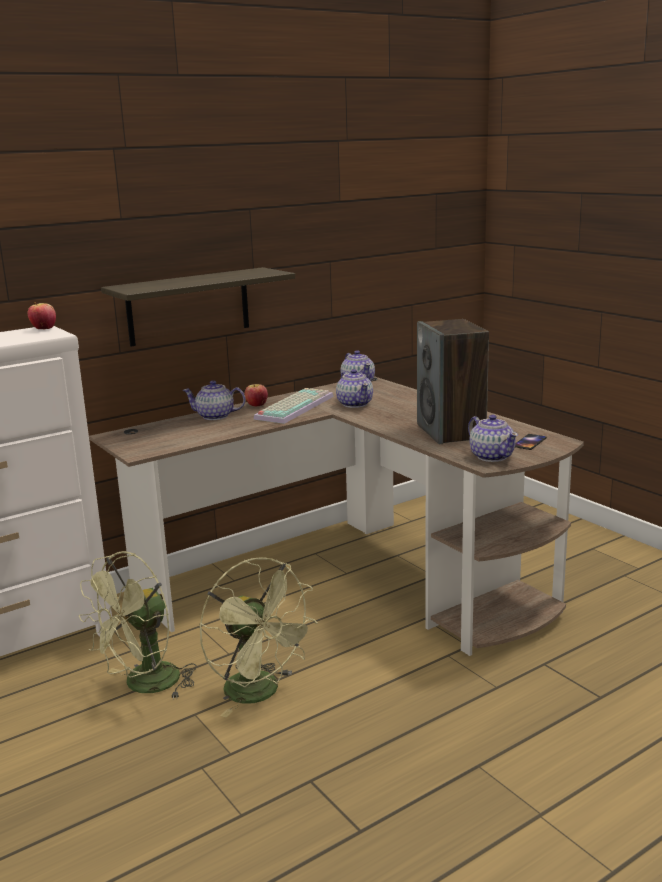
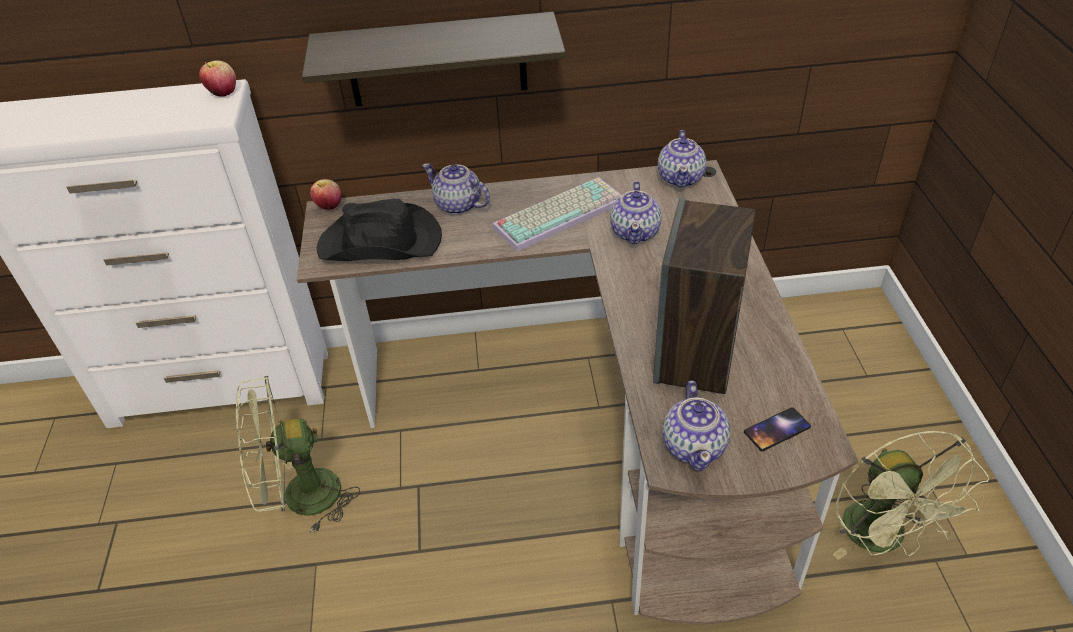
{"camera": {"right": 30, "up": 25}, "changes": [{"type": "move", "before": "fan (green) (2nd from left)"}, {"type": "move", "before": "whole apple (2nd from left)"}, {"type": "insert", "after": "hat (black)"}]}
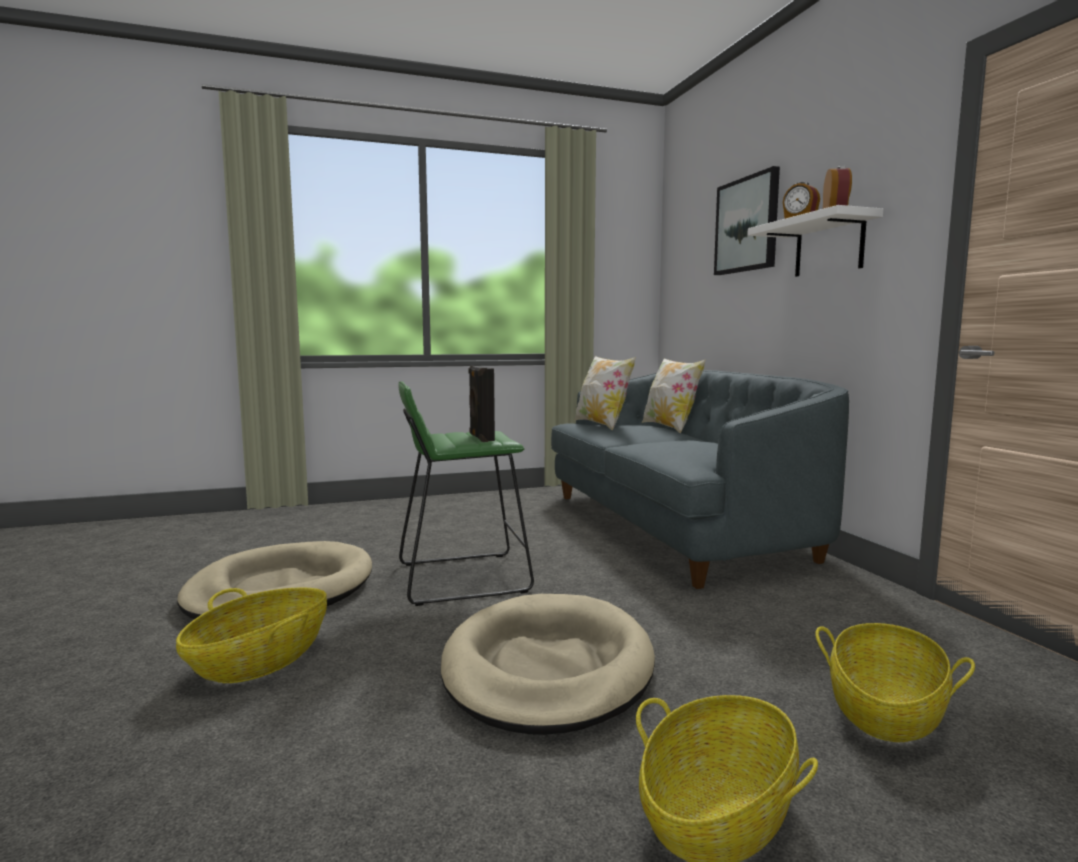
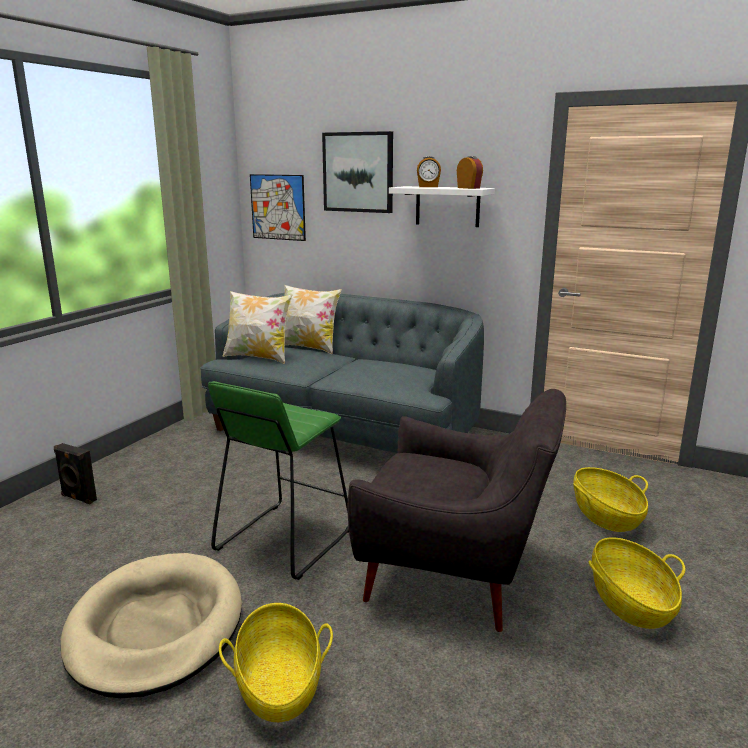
{"camera": {"right": -45, "up": 10}, "changes": [{"type": "replace", "before": "dog bed (sand-coloured) (2nd from left)", "after": "armchair (grey)"}, {"type": "move", "before": "audio speaker (black)"}, {"type": "insert", "after": "wall art (1st from left)"}]}
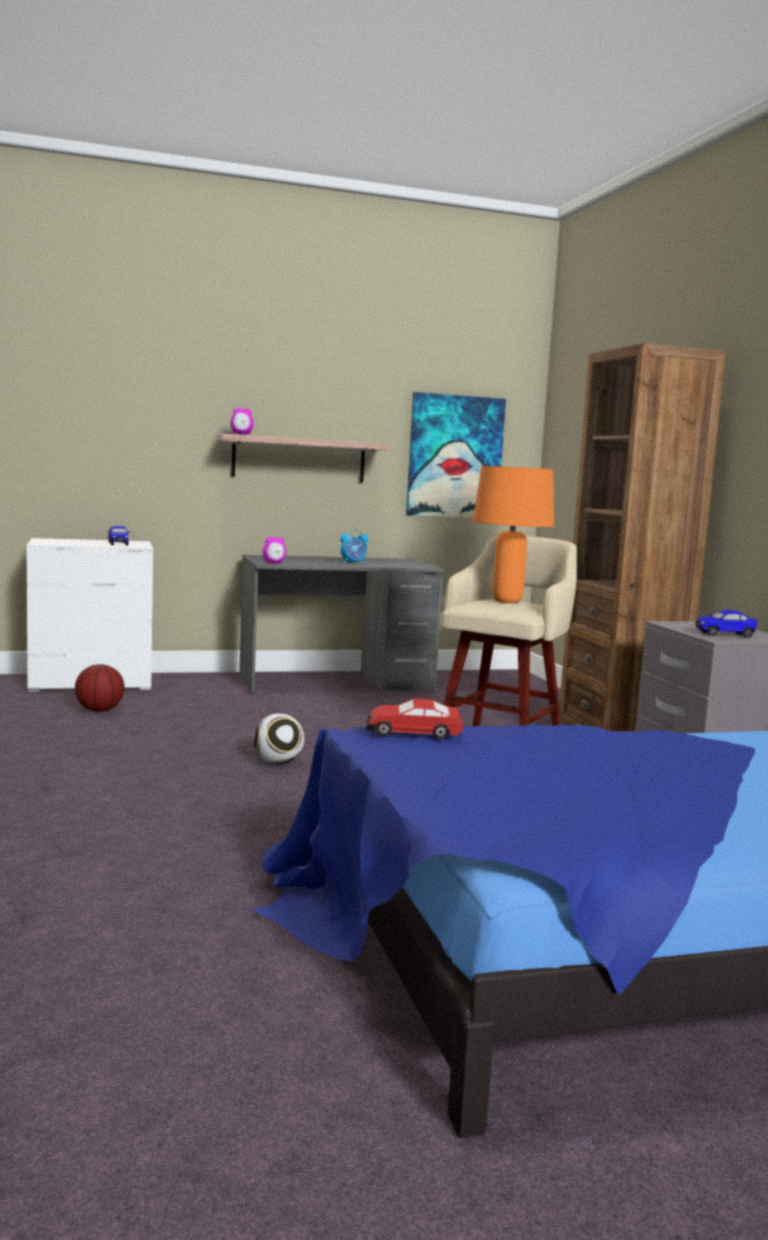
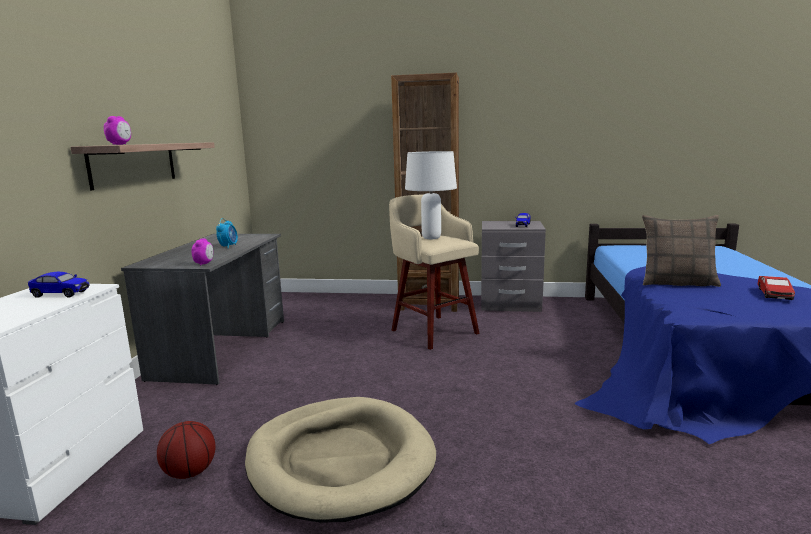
{"camera": {"right": -65, "up": 5}, "changes": [{"type": "delete", "before": "football"}, {"type": "move", "before": "model car (2nd from left in the first image)", "after": "model car (3rd from left)"}, {"type": "delete", "before": "wall art"}, {"type": "recolor", "before": "tabletop lamp (orange-coloured)", "after": "tabletop lamp (white-coloured)"}, {"type": "insert", "after": "dog bed (sand-coloured)"}, {"type": "insert", "after": "throw pillow"}]}
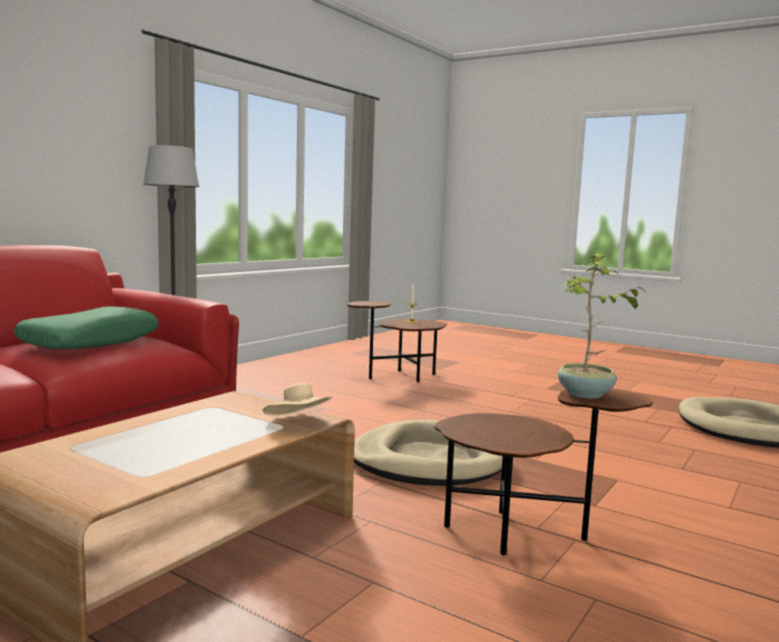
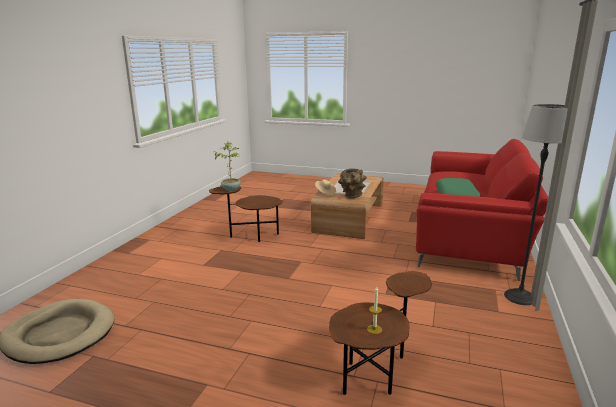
{"camera": {"right": 165, "up": 10}, "changes": [{"type": "delete", "before": "dog bed (sand-coloured) (1st from left)"}, {"type": "insert", "after": "decorative vase (brown-coloured)"}]}
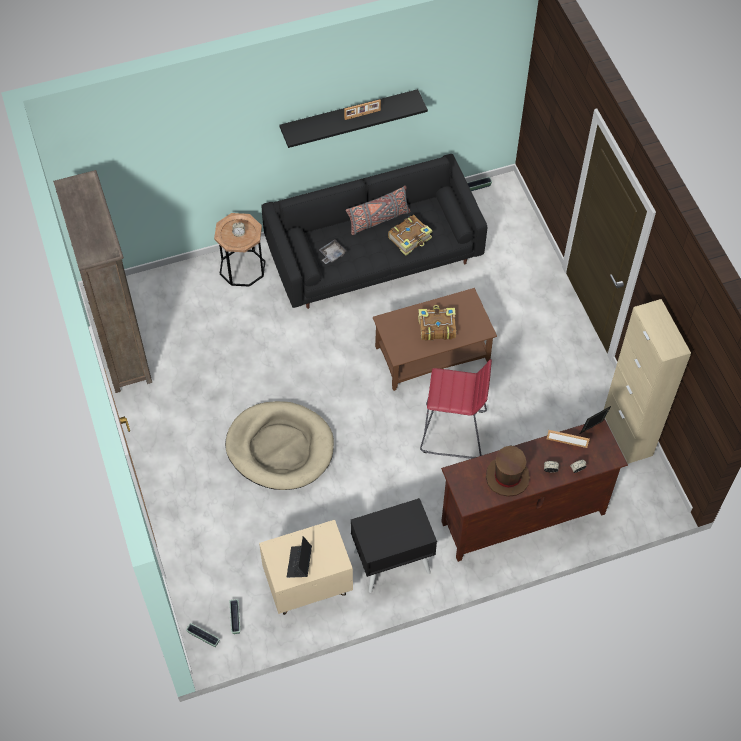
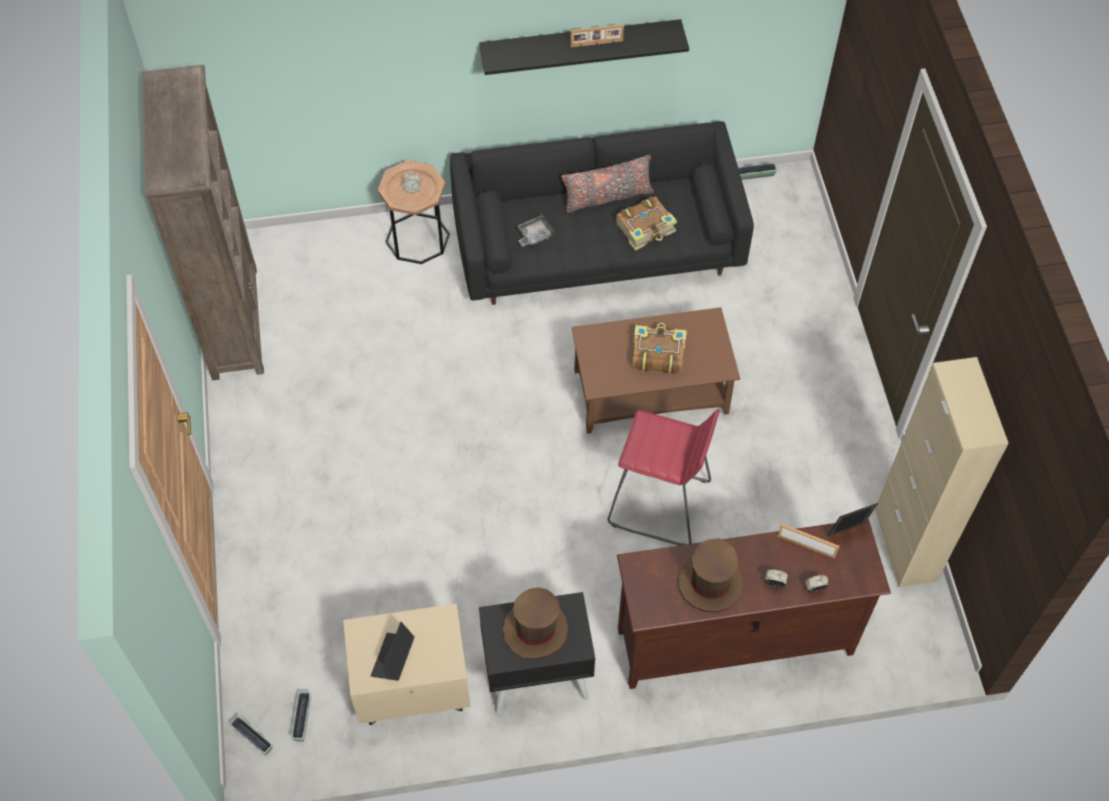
{"camera": {"right": 10, "up": 0}, "changes": [{"type": "delete", "before": "dog bed (sand-coloured)"}, {"type": "insert", "after": "hat (brown-coloured) (1st from left)"}]}
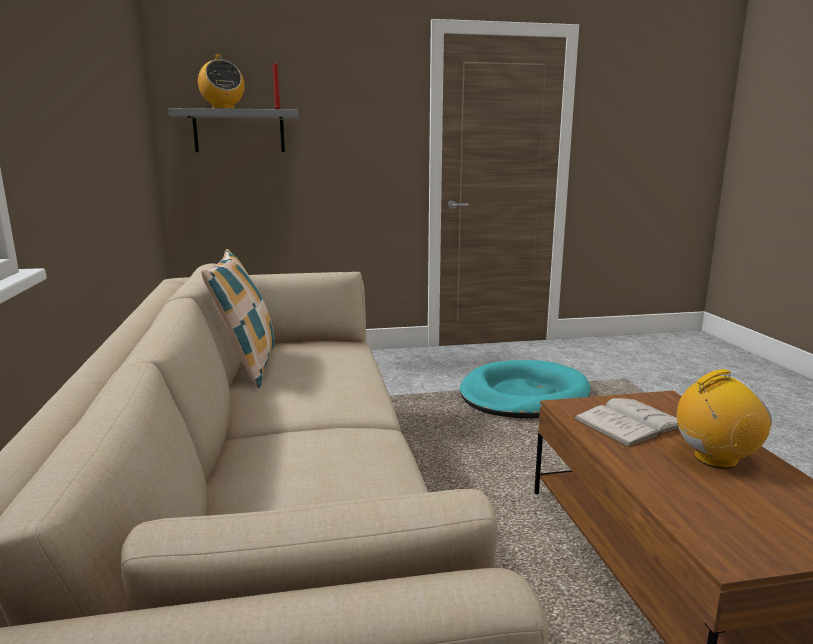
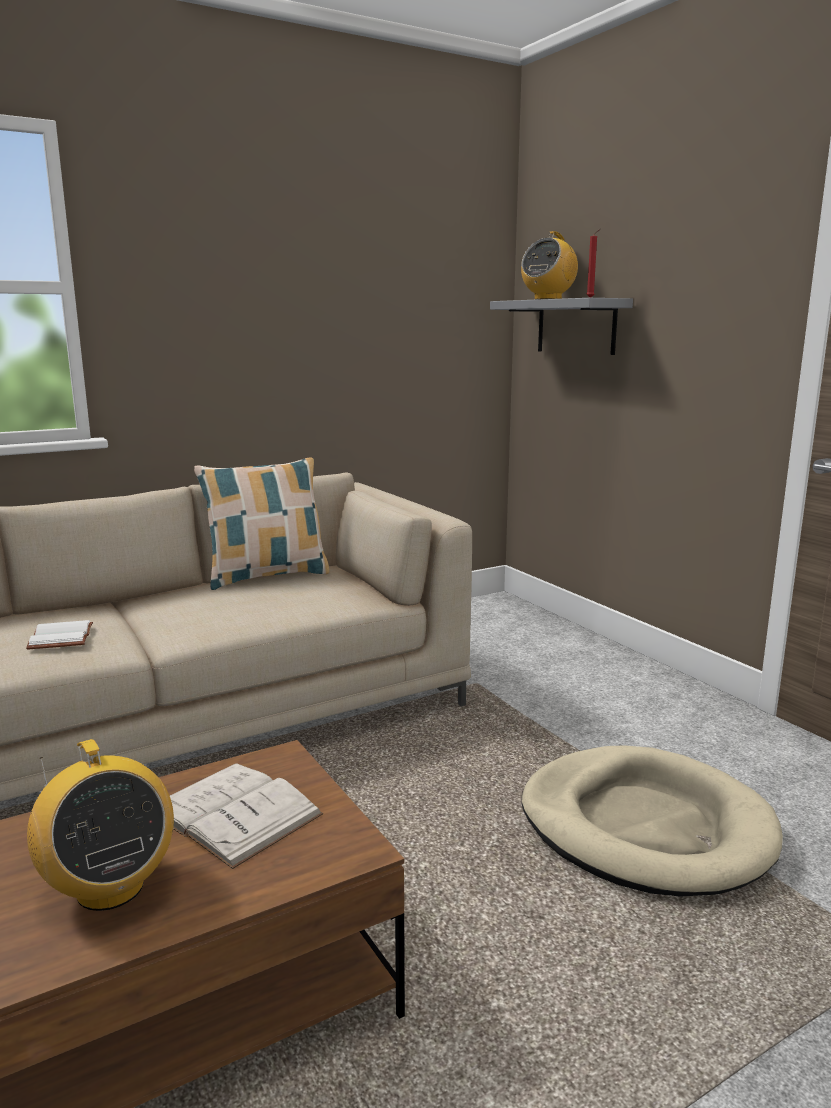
{"camera": {"right": 70, "up": 0}, "changes": [{"type": "recolor", "before": "dog bed (blue-green)", "after": "dog bed (sand-coloured)"}, {"type": "insert", "after": "book (white-coloured) (1st from left)"}]}
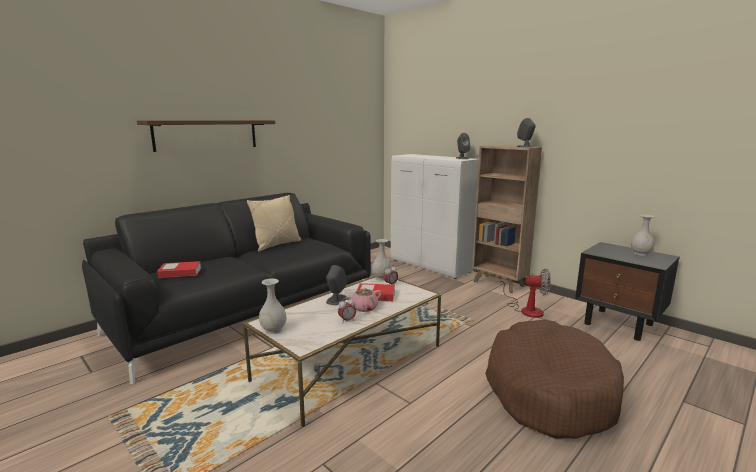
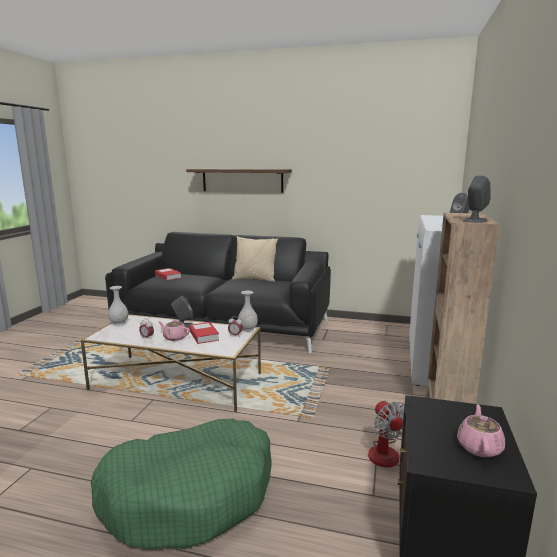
{"camera": {"right": 60, "up": 0}, "changes": [{"type": "recolor", "before": "dog bed (brown-coloured)", "after": "dog bed (green)"}, {"type": "replace", "before": "decorative vase (white-coloured) (3rd from left)", "after": "teapot (pink-coloured) (2nd from left)"}]}
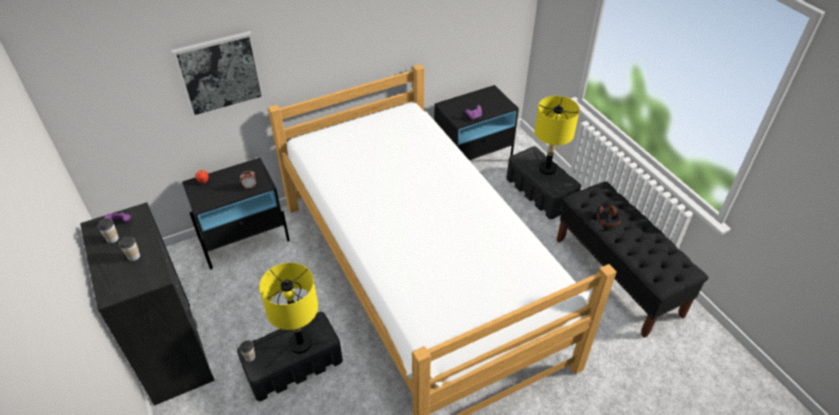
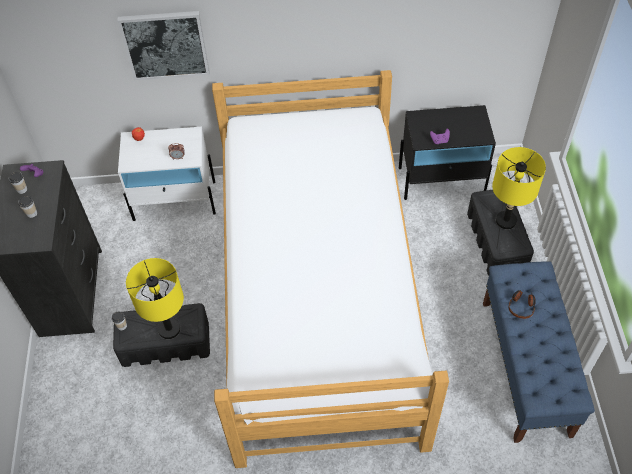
{"camera": {"right": 25, "up": 10}, "changes": [{"type": "recolor", "before": "night table (black) (1st from left)", "after": "night table (white-coloured)"}, {"type": "recolor", "before": "bench (black)", "after": "bench (blue-coloured)"}]}
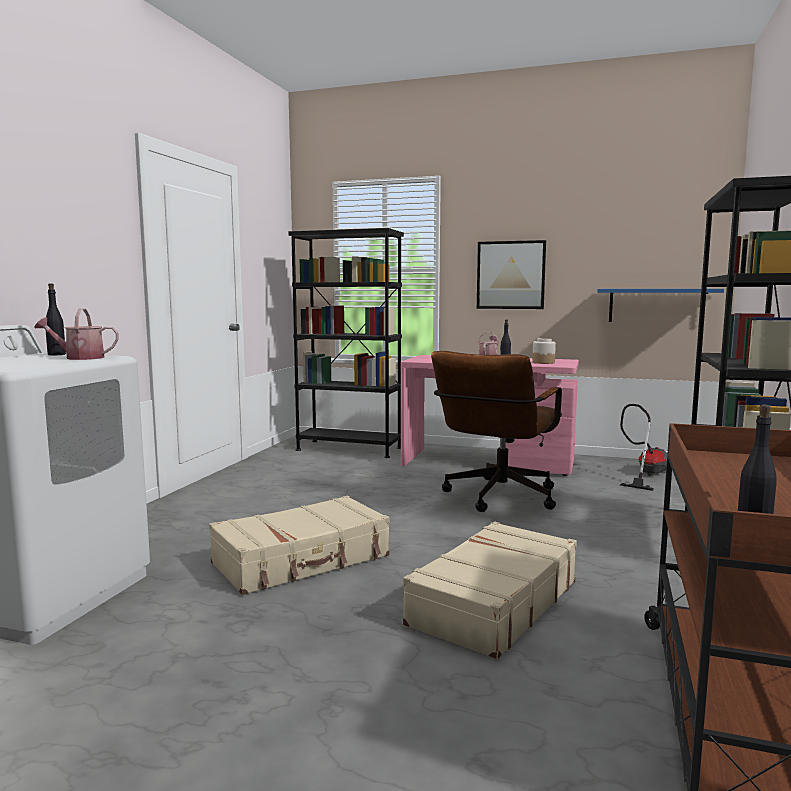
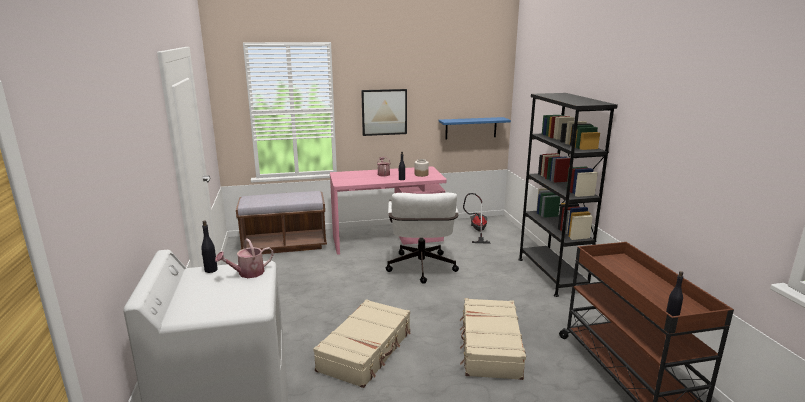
{"camera": {"right": -30, "up": 10}, "changes": [{"type": "replace", "before": "bookshelf (black) (1st from left)", "after": "bench (brown-coloured)"}, {"type": "recolor", "before": "computer chair (brown-coloured)", "after": "computer chair (white-coloured)"}]}
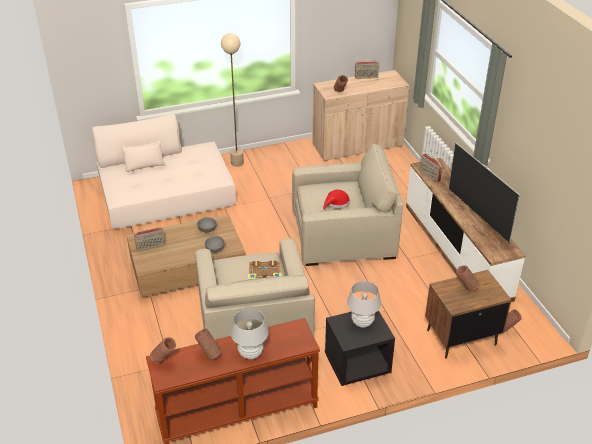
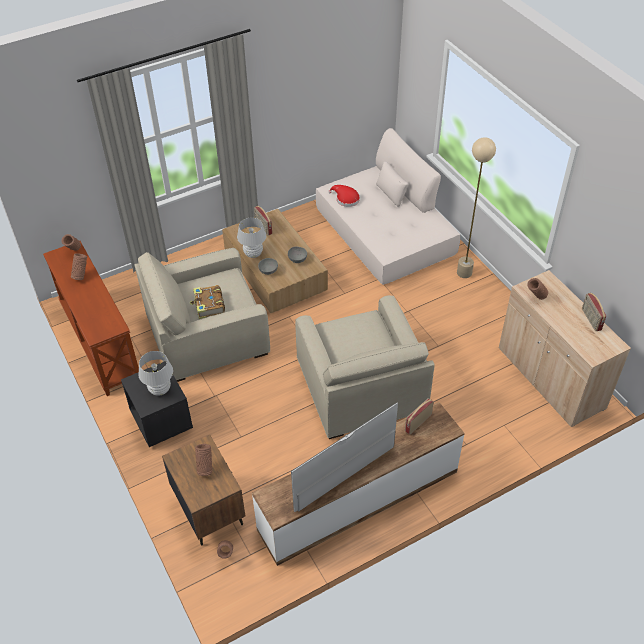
{"camera": {"right": 80, "up": 10}, "changes": [{"type": "move", "before": "tabletop lamp (white-coloured) (1st from left in the first image)", "after": "tabletop lamp (white-coloured) (2nd from left)"}, {"type": "move", "before": "hat (red)"}]}
